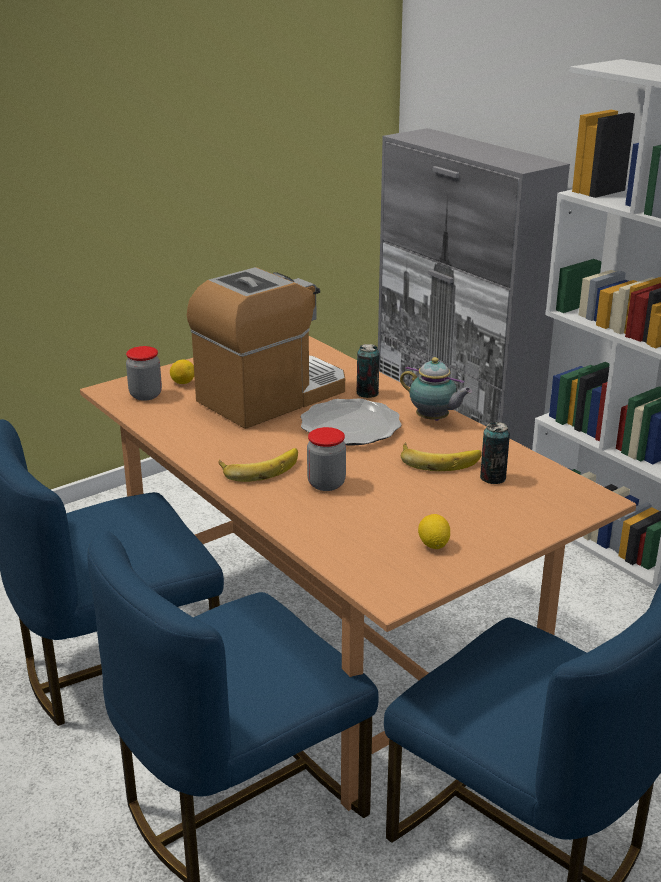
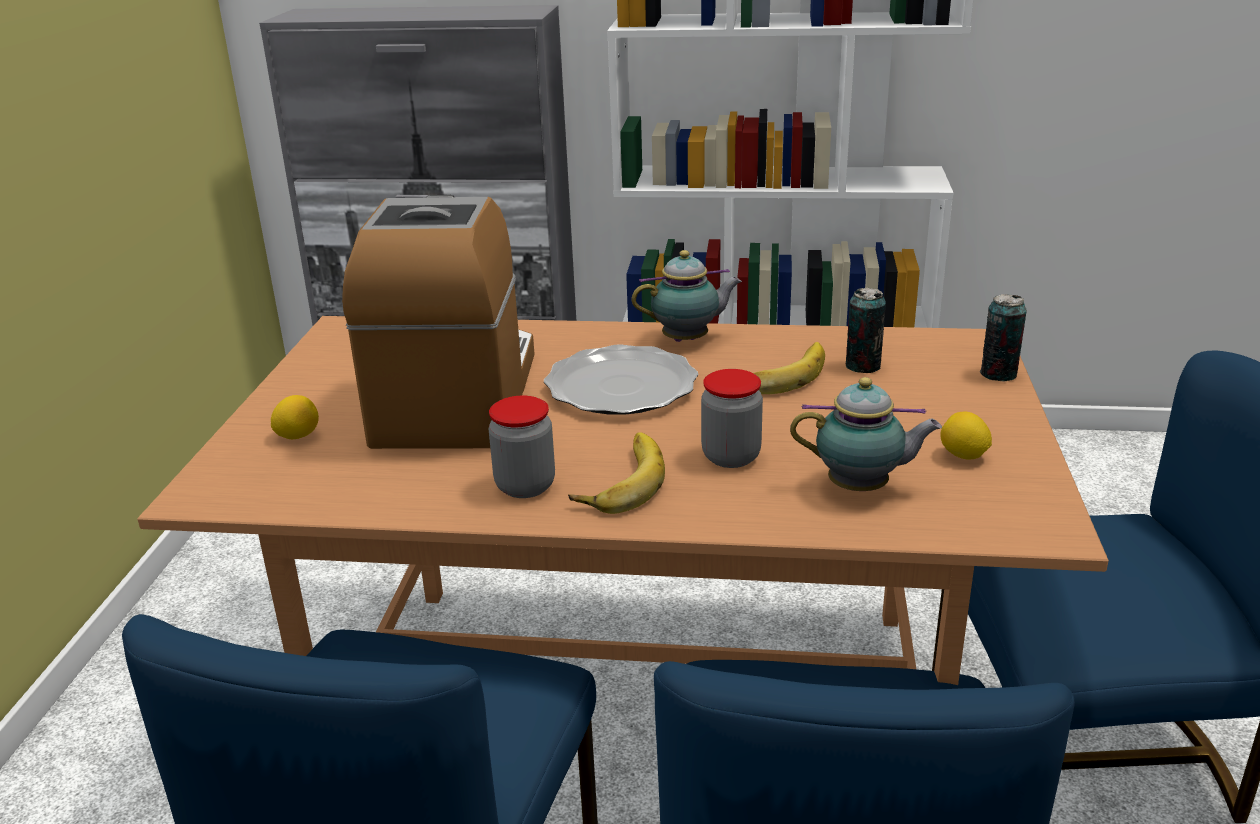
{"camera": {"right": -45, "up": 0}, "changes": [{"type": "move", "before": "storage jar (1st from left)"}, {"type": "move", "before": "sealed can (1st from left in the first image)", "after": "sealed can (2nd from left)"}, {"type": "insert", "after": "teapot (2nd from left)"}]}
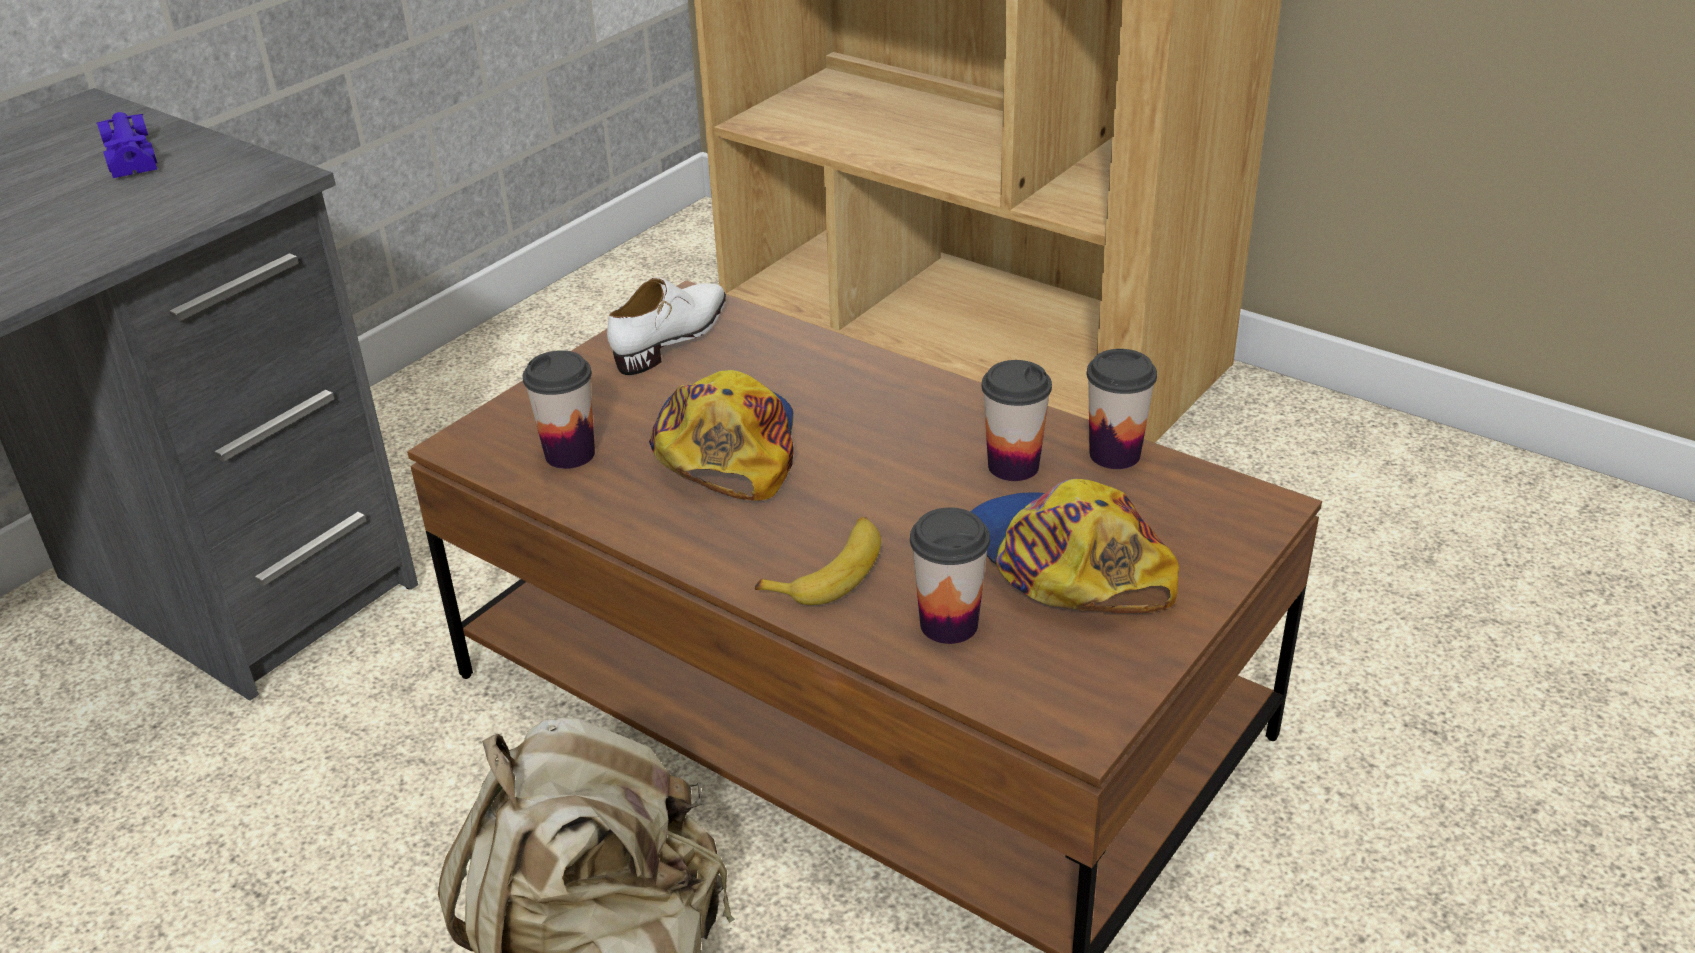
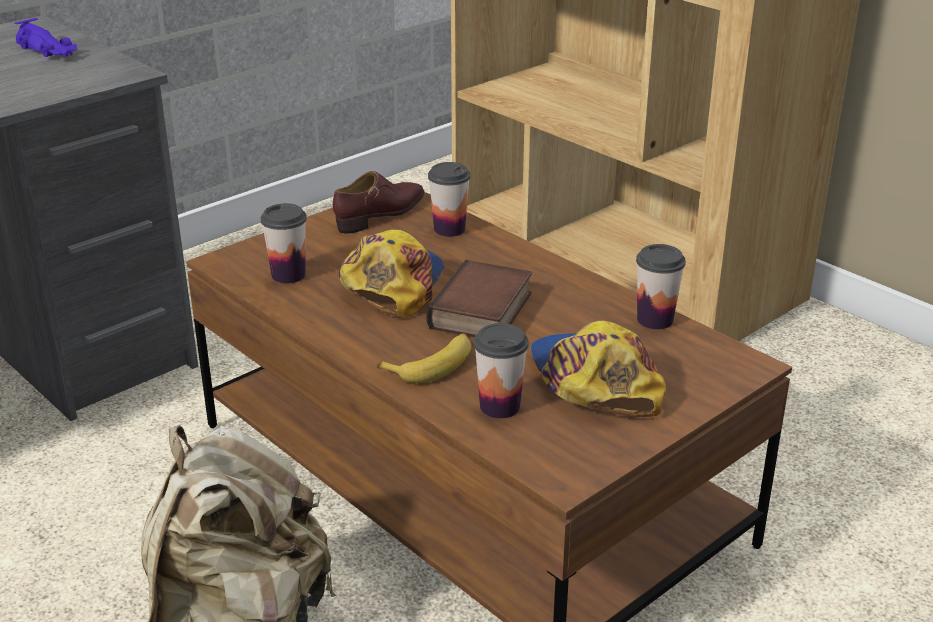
{"camera": {"right": 10, "up": -5}, "changes": [{"type": "rotate", "before": "model car (purple)", "turn": 150}, {"type": "recolor", "before": "shoe (white-coloured)", "after": "shoe (brown-coloured)"}, {"type": "move", "before": "small cup (3rd from left in the first image)", "after": "small cup (2nd from left)"}, {"type": "insert", "after": "book"}]}
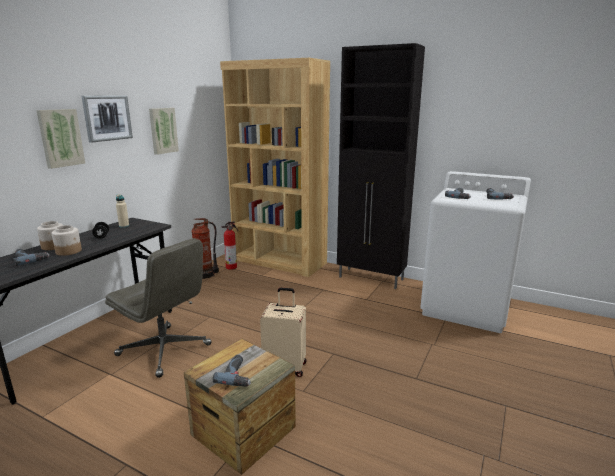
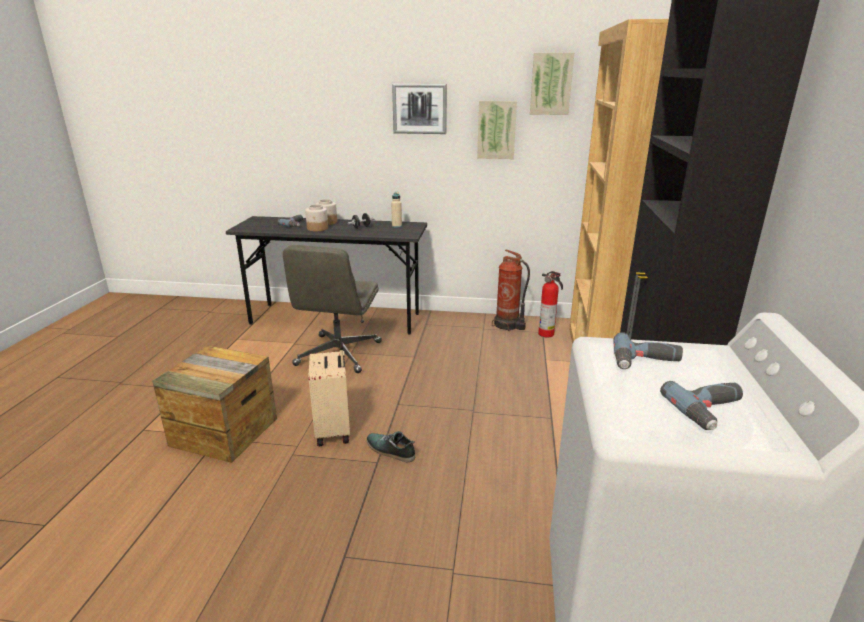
{"camera": {"right": 70, "up": 5}, "changes": [{"type": "move", "before": "wall art (1st from left in the first image)", "after": "wall art (3rd from left)"}, {"type": "delete", "before": "drill (2nd from left)"}, {"type": "insert", "after": "shoe"}]}
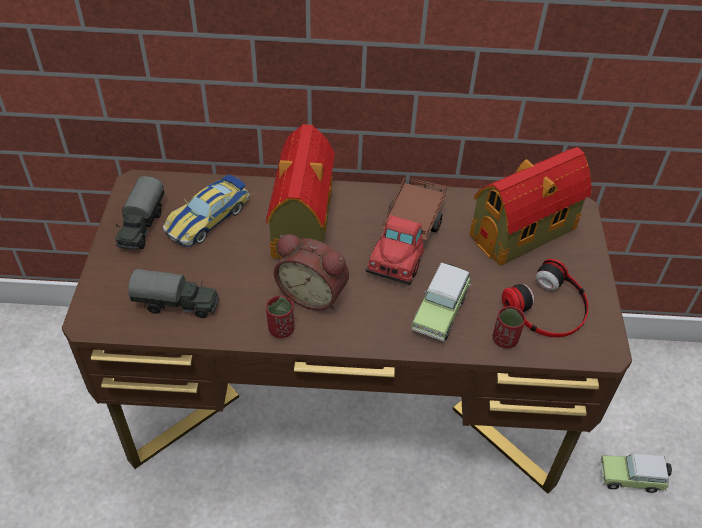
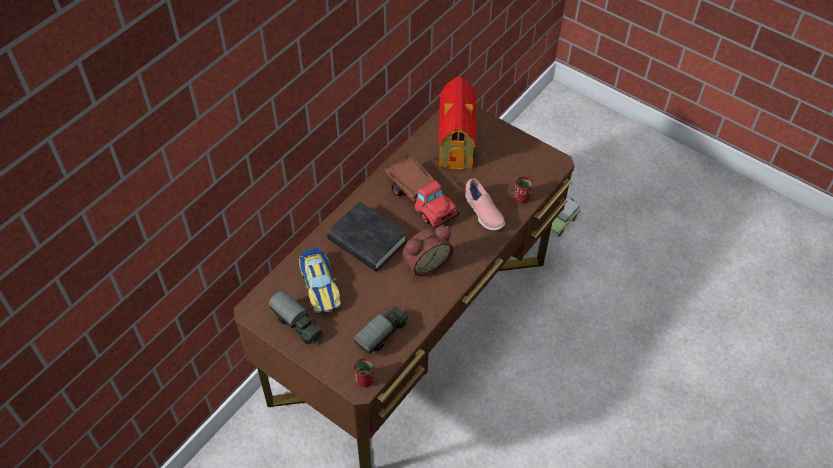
{"camera": {"right": -55, "up": 5}, "changes": [{"type": "replace", "before": "model house (1st from left)", "after": "book (black)"}, {"type": "move", "before": "small cup (red) (1st from left)"}, {"type": "replace", "before": "model car (2nd from left)", "after": "shoe (pink-coloured)"}, {"type": "delete", "before": "pair of headphones"}]}
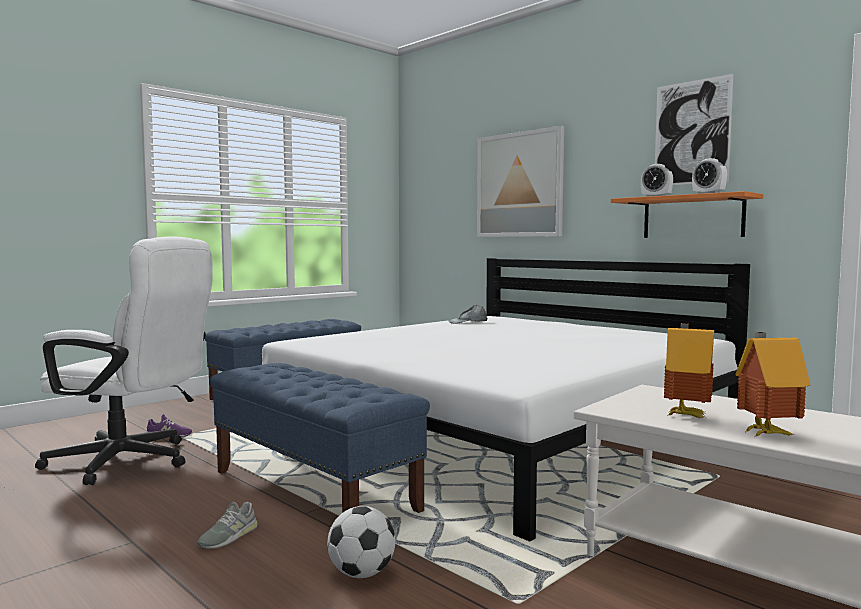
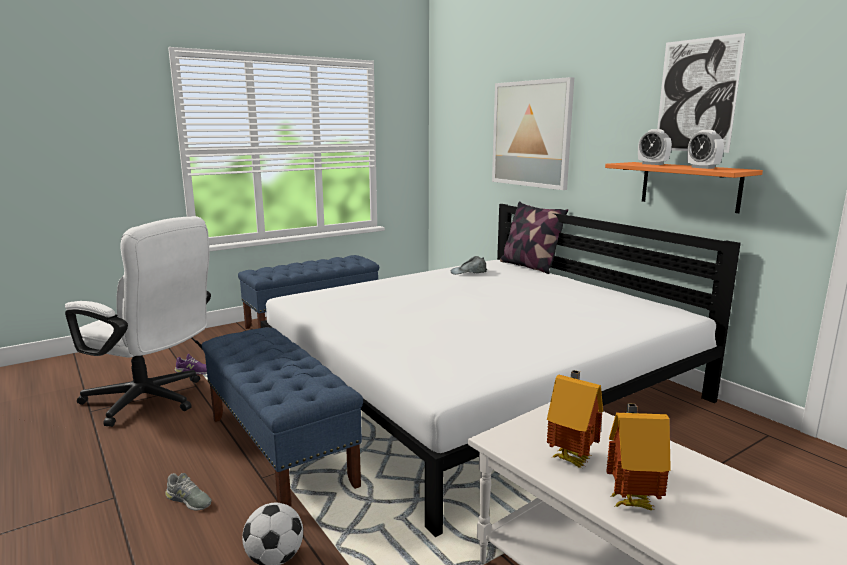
{"camera": {"right": 10, "up": 10}, "changes": [{"type": "rotate", "before": "shoe (grey)", "turn": -105}, {"type": "insert", "after": "throw pillow"}]}
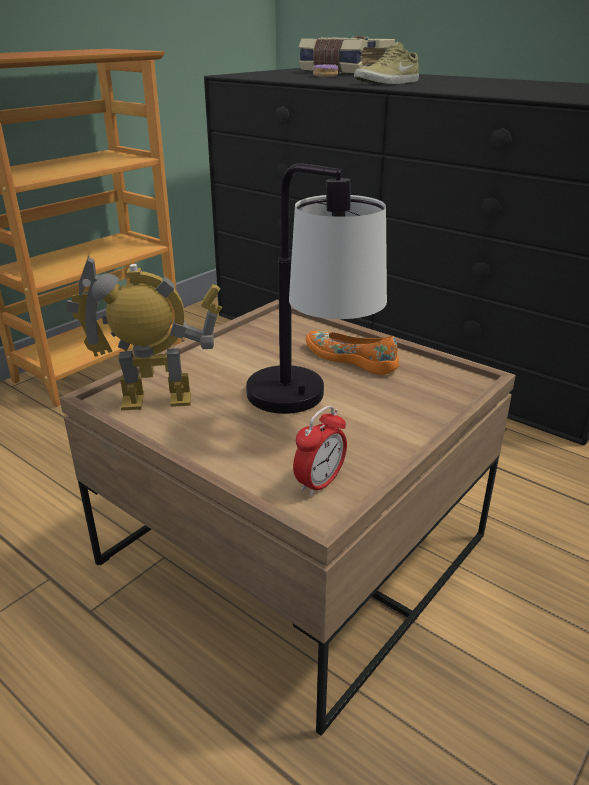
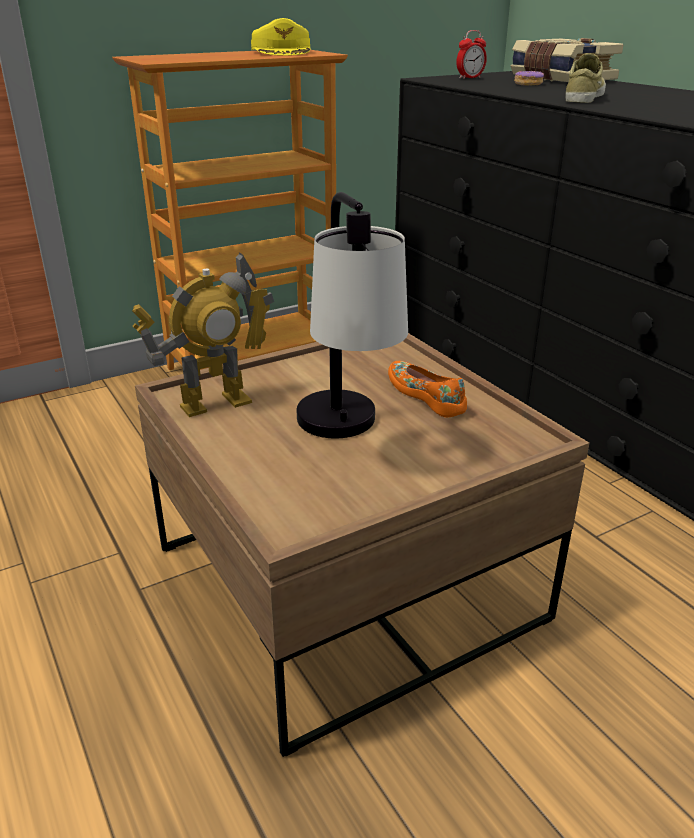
{"camera": {"right": 20, "up": 0}, "changes": [{"type": "rotate", "before": "robot figure", "turn": 135}, {"type": "move", "before": "table clock"}, {"type": "rotate", "before": "shoe (sand-coloured)", "turn": 135}, {"type": "insert", "after": "peaked cap (yellowish)"}]}
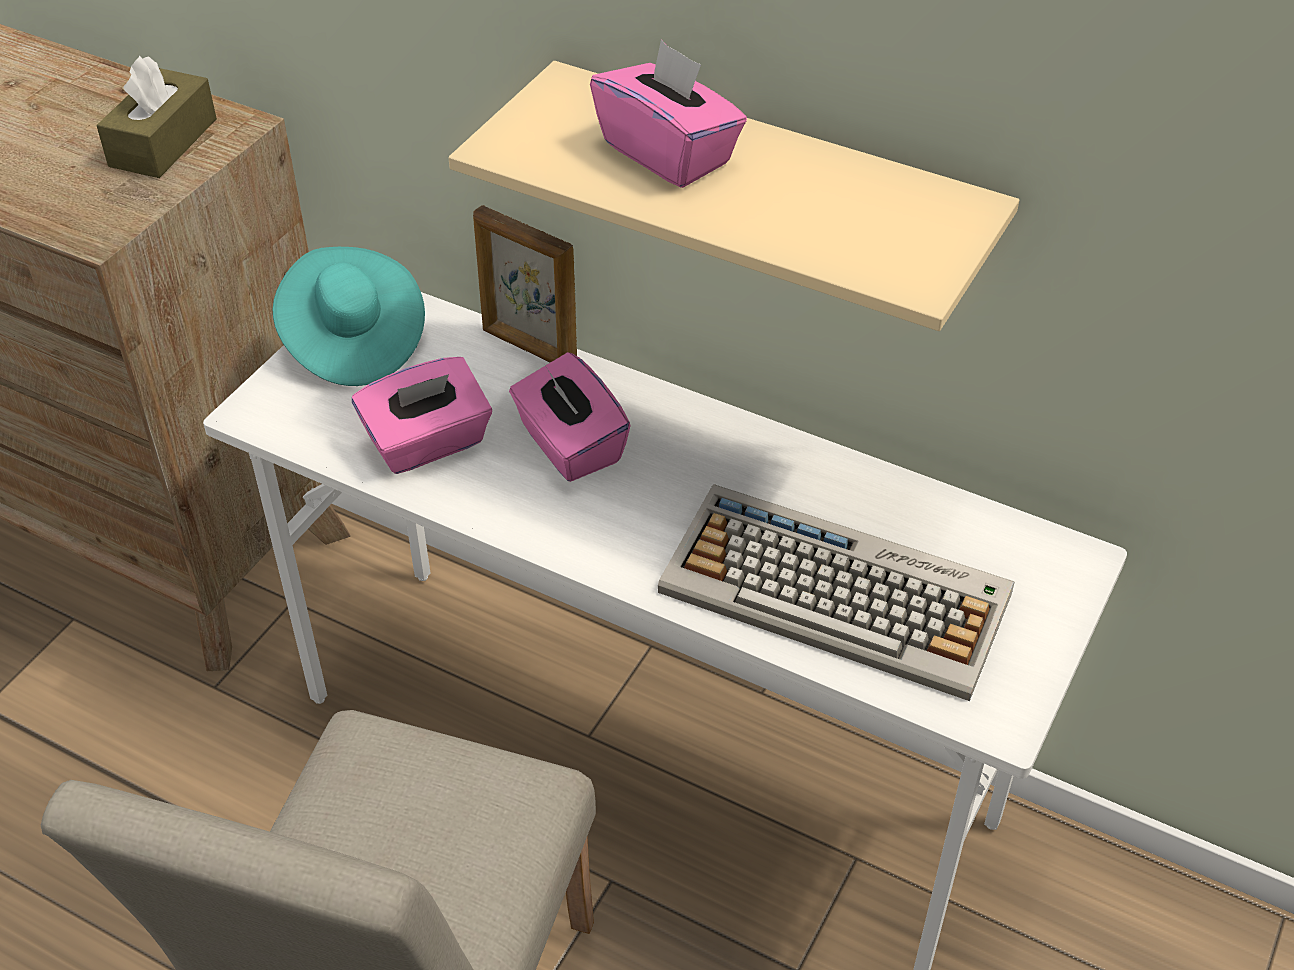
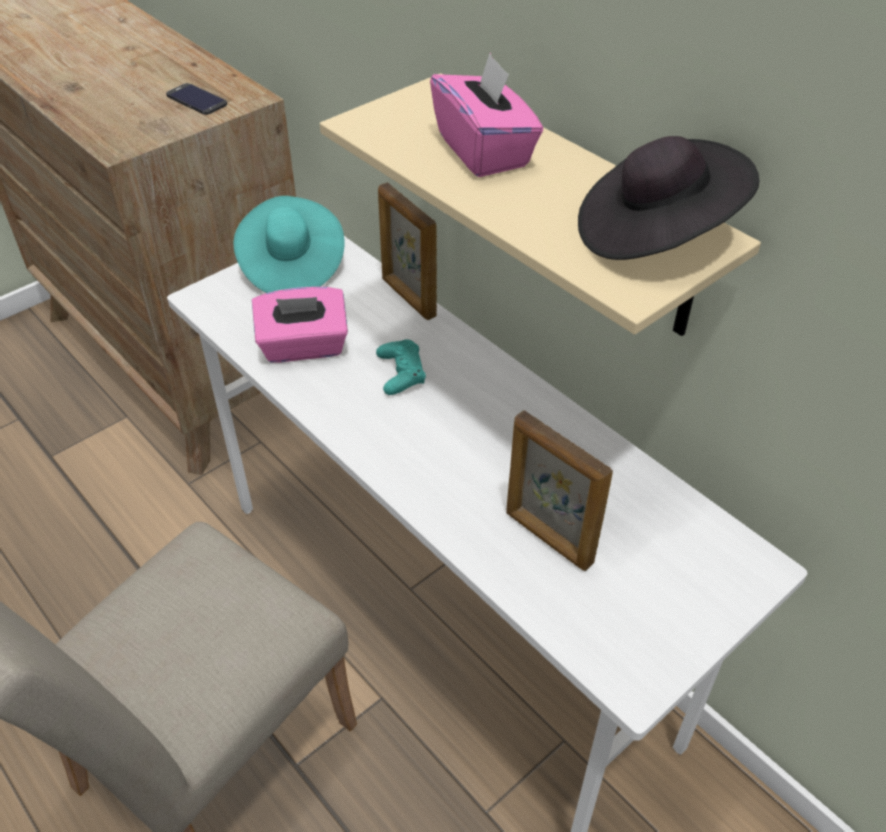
{"camera": {"right": 20, "up": 0}, "changes": [{"type": "replace", "before": "box of tissues (brown-coloured)", "after": "telephone"}, {"type": "replace", "before": "box of tissues (pink-coloured) (2nd from left)", "after": "gamepad (blue-green)"}, {"type": "replace", "before": "keyboard", "after": "standing frame (2nd from left)"}, {"type": "insert", "after": "hat (black)"}]}
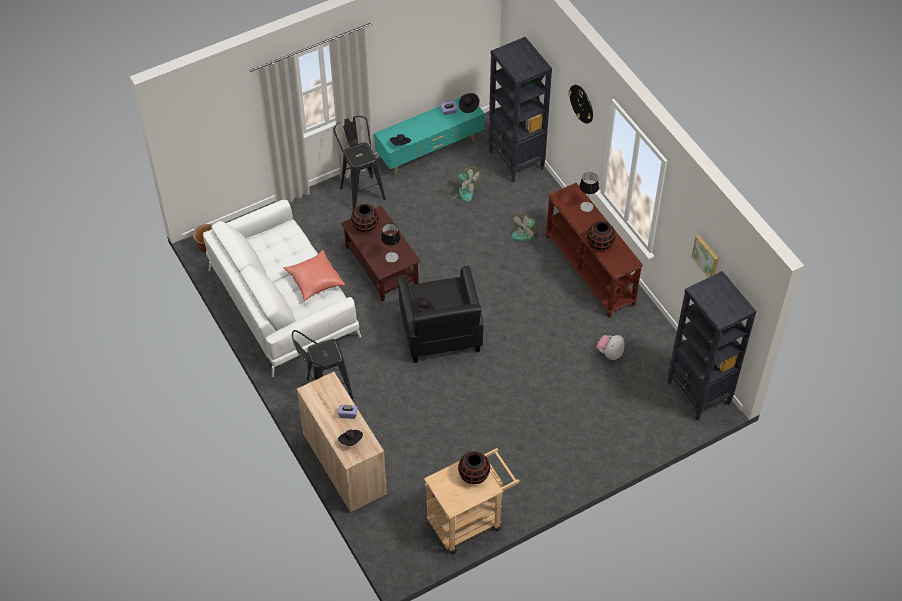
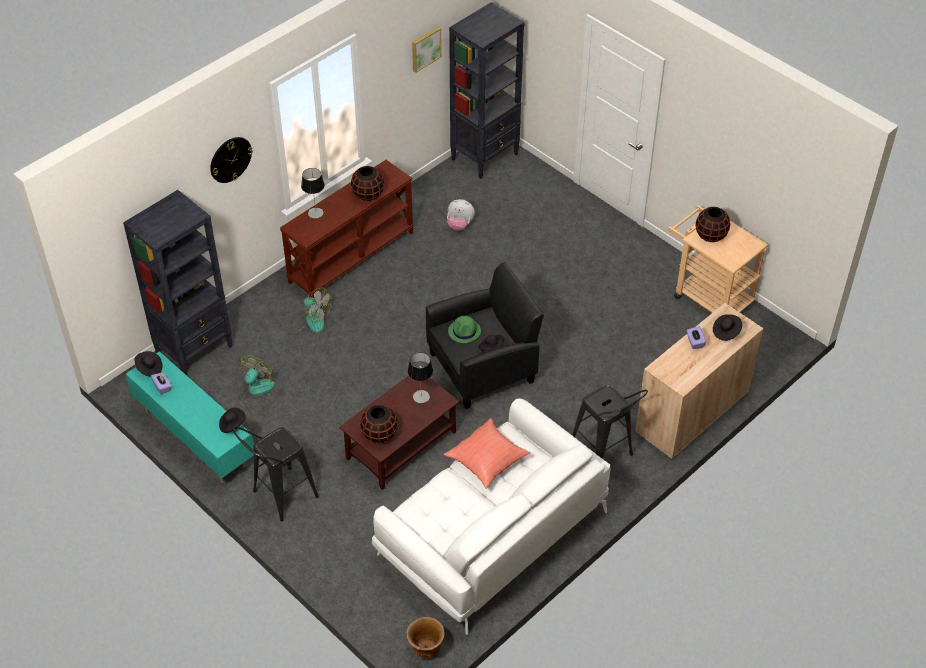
{"camera": {"right": -105, "up": -5}, "changes": [{"type": "insert", "after": "hat (green)"}]}
